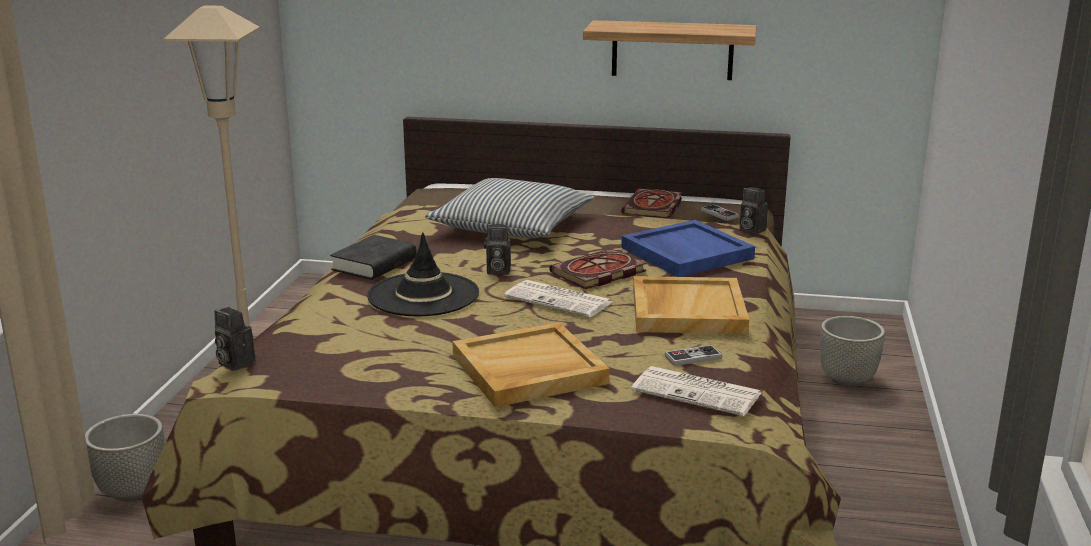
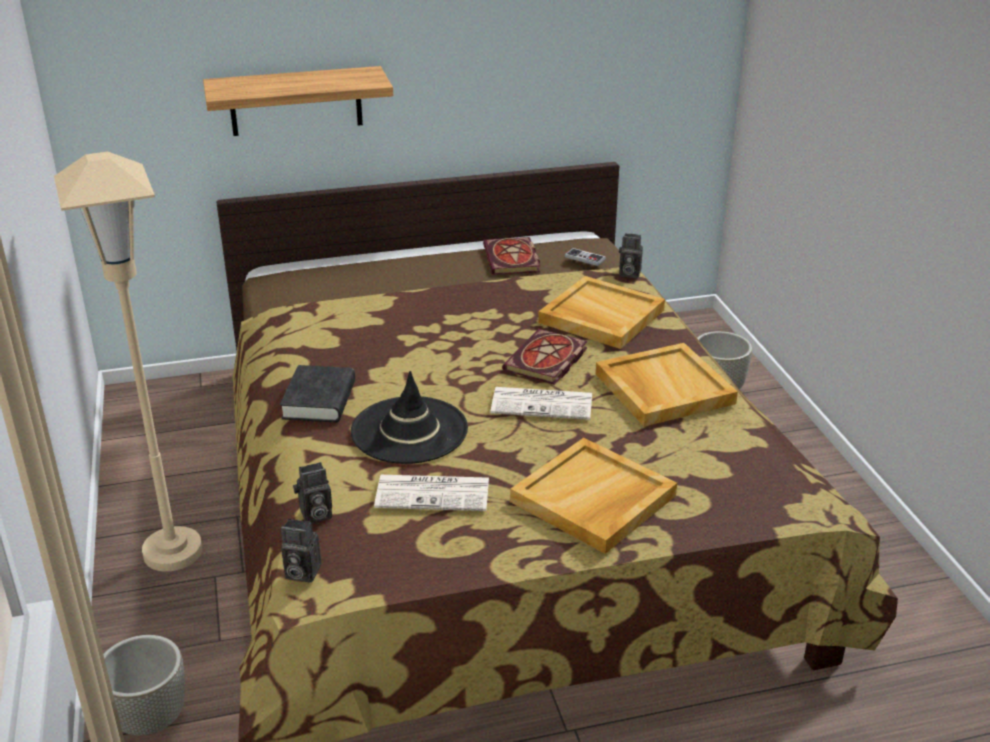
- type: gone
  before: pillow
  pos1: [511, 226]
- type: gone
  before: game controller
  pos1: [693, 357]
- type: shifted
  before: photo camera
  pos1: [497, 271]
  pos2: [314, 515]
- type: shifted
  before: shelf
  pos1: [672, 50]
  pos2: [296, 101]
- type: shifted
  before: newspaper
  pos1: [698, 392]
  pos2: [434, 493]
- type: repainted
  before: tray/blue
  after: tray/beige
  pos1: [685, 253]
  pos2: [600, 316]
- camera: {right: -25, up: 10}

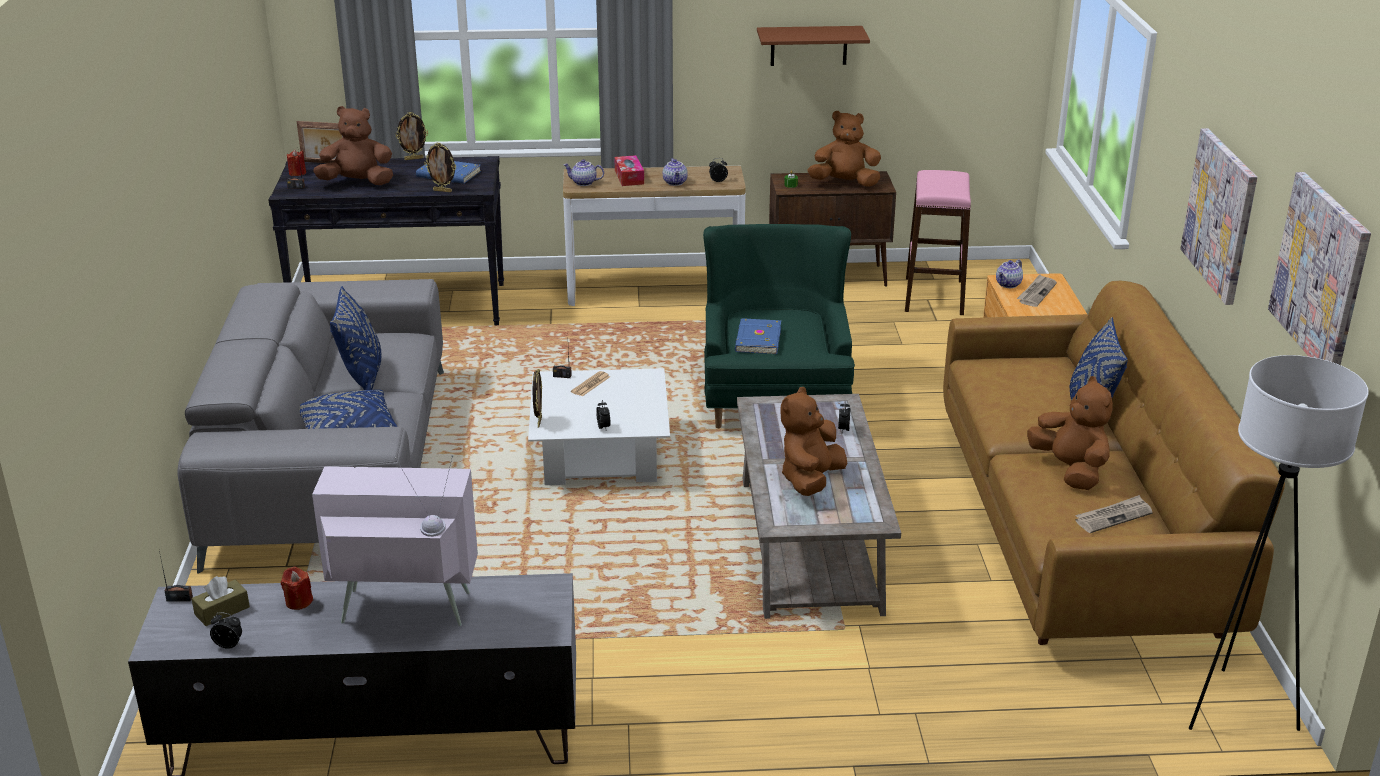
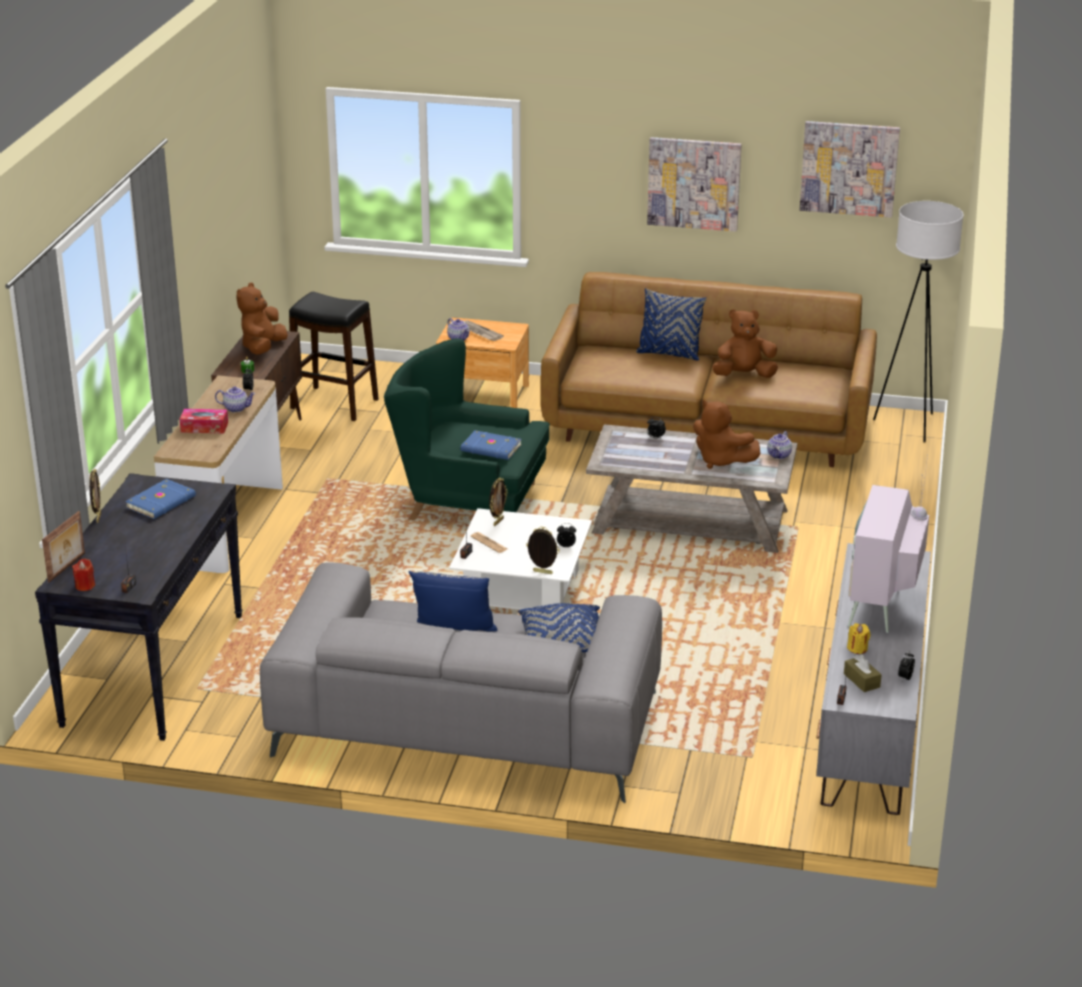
- type: gone
  before: plush toy/brown
  pos1: [357, 183]
- type: gone
  before: shelf/brown
  pos1: [809, 45]
- type: gone
  before: newspaper
  pos1: [1113, 516]
- type: shifted
  before: picture frame
  pos1: [442, 191]
  pos2: [498, 522]
- type: shifted
  before: teapot
  pos1: [583, 183]
  pos2: [779, 455]
- type: repainted
  before: candle/red
  after: candle/yellow
  pos1: [298, 602]
  pos2: [857, 648]
- type: repainted
  before: stool/pink
  after: stool/black
  pos1: [934, 296]
  pos2: [335, 404]
- camera: {right: -75, up: 0}

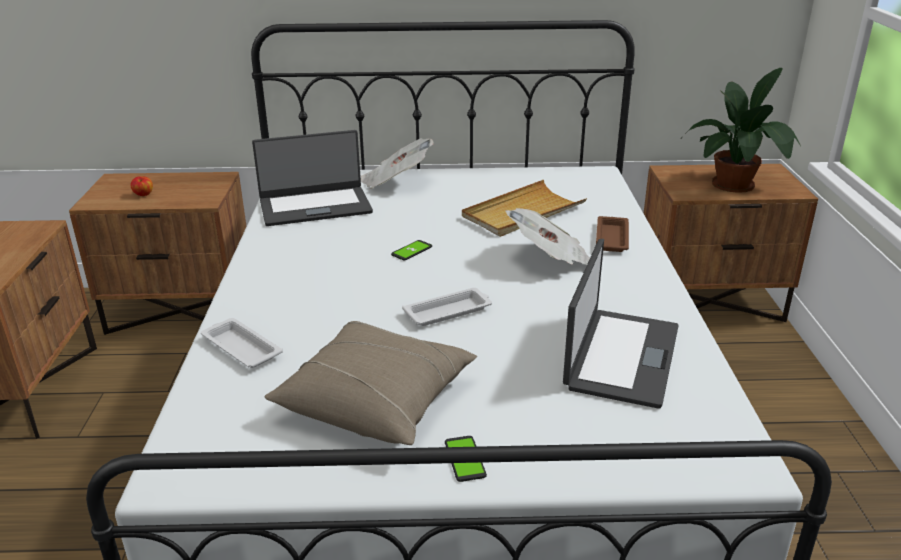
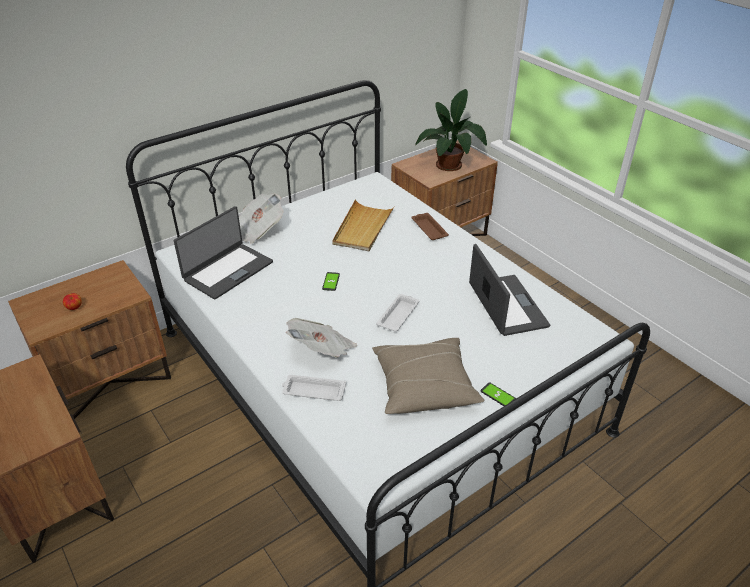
- type: shifted
  before: newspaper
  pos1: [551, 259]
  pos2: [322, 350]
- camera: {right: -35, up: 10}

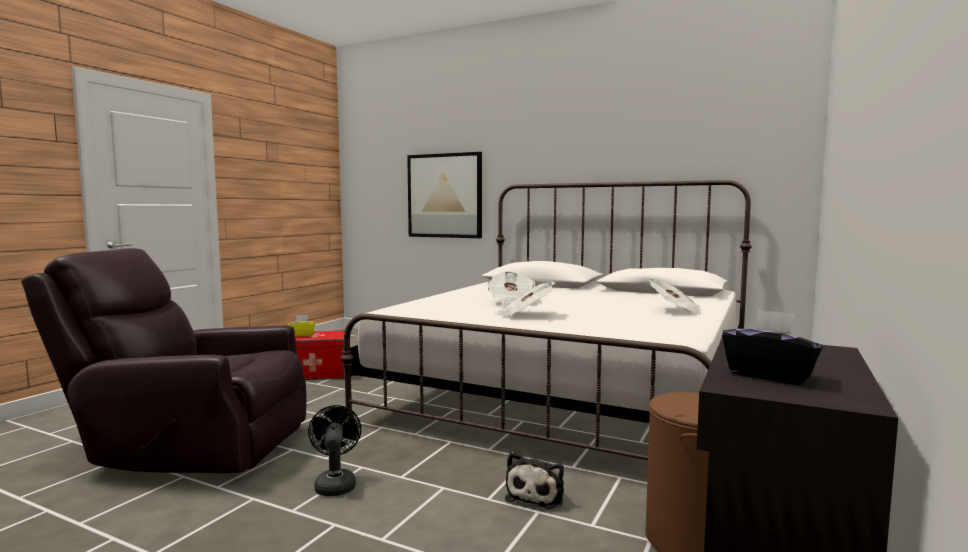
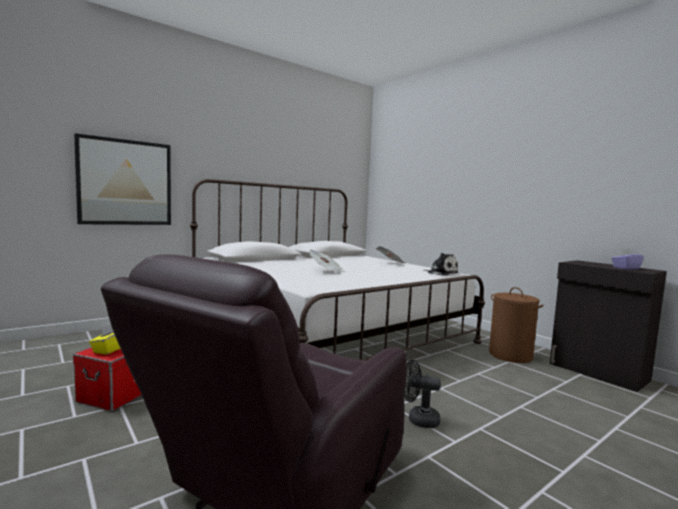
- type: gone
  before: newspaper
  pos1: [524, 315]
- type: shifted
  before: plush toy
  pos1: [537, 494]
  pos2: [441, 273]
- type: repainted
  before: tissue box/black
  after: tissue box/purple
  pos1: [769, 375]
  pos2: [625, 268]
- camera: {right: -65, up: 0}

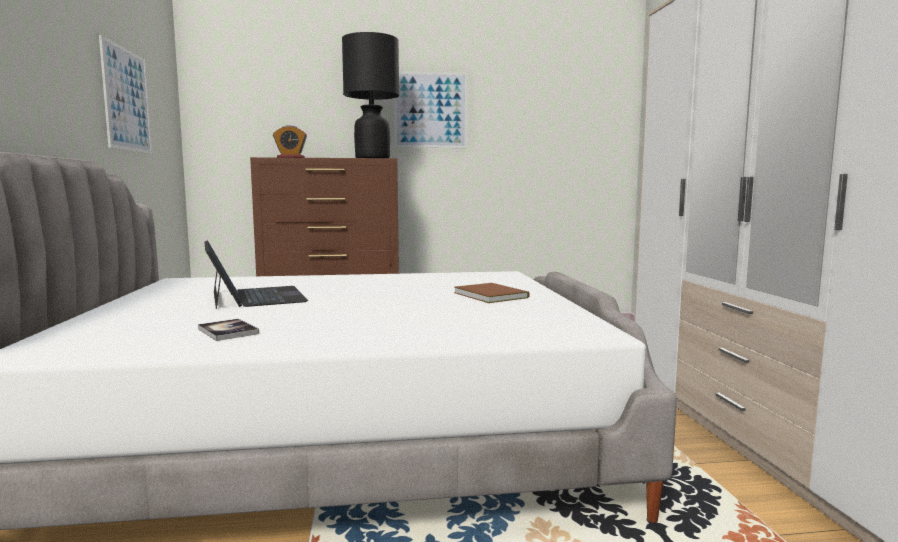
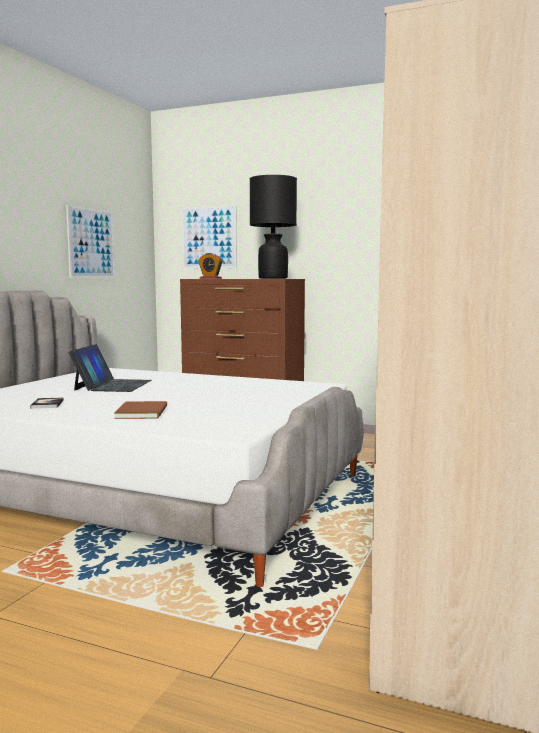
- type: shifted
  before: picture
  pos1: [430, 110]
  pos2: [209, 237]
- type: shifted
  before: book/brown
  pos1: [491, 294]
  pos2: [143, 412]
- camera: {right: 30, up: 0}

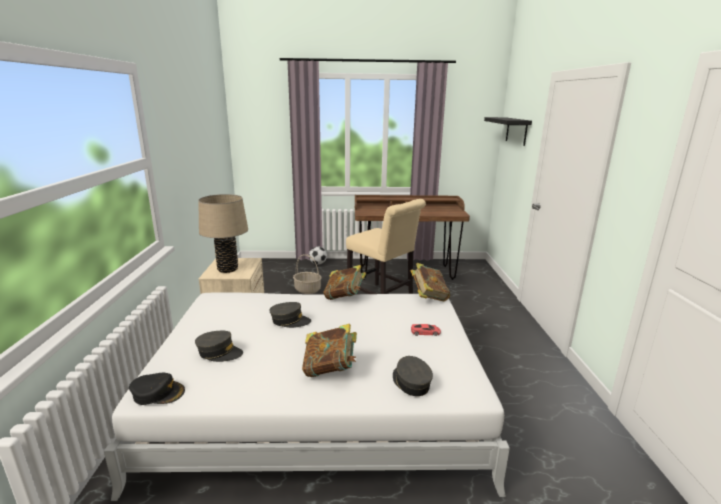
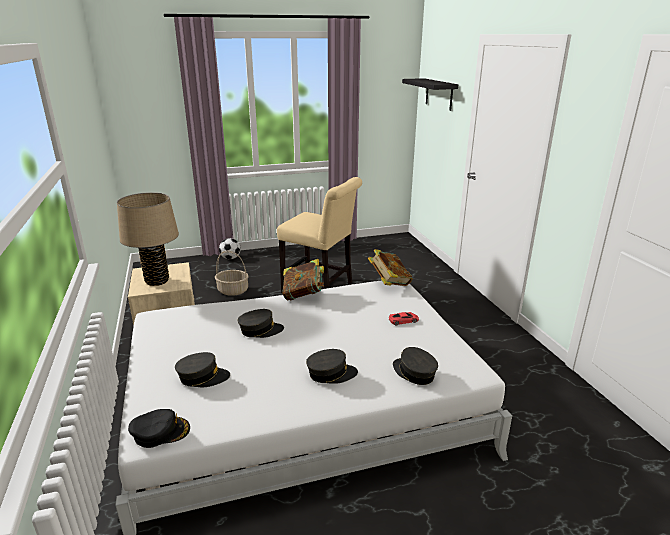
- type: gone
  before: desk/brown
  pos1: [405, 272]
- type: swapped
  before: book
  after: cap/grey
  pos1: [330, 369]
  pos2: [331, 373]
- camera: {right: -15, up: 5}

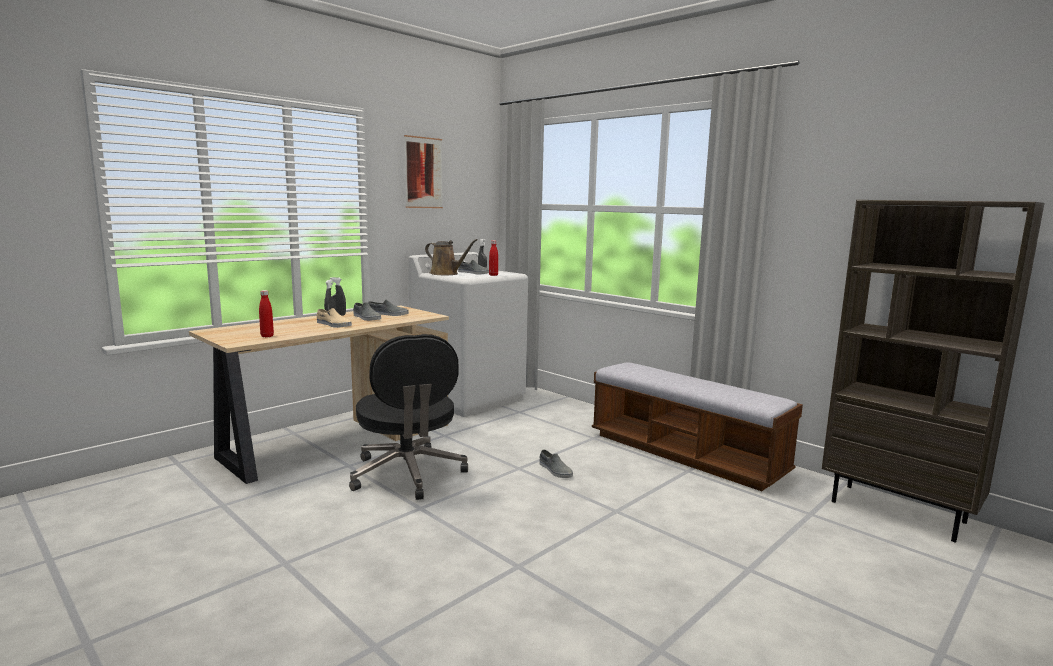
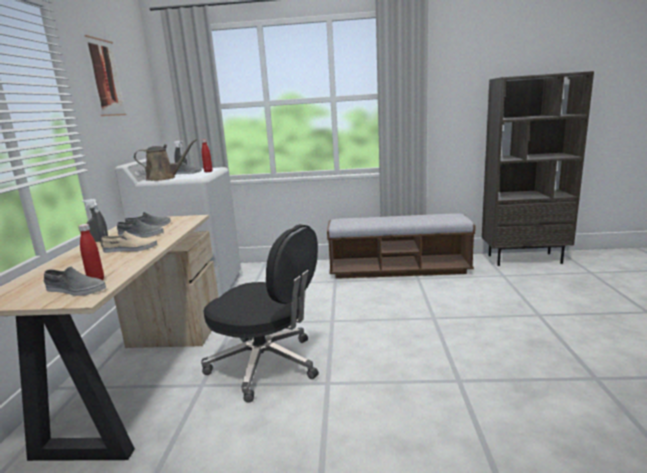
- type: shifted
  before: shoe/grey
  pos1: [555, 470]
  pos2: [75, 290]
- camera: {right: -40, up: 5}

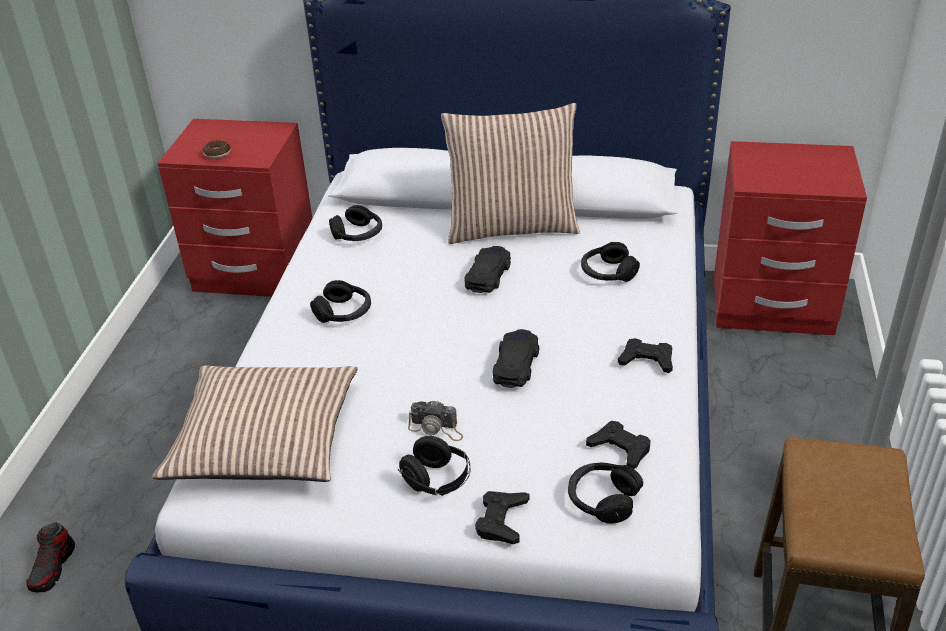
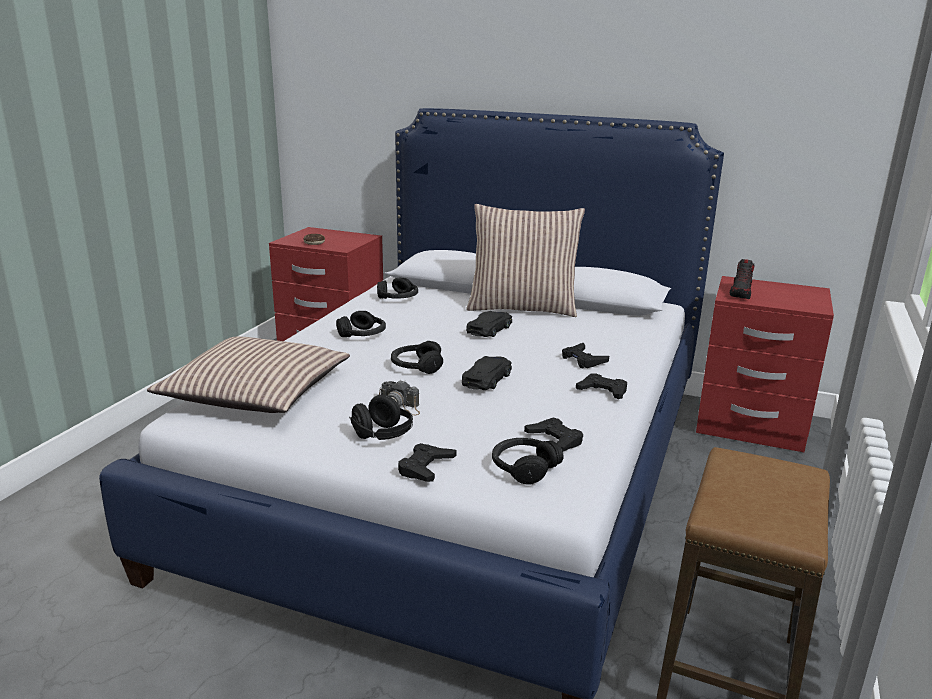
- type: new
  after: game controller/black
  pos2: [583, 360]
- type: shifted
  before: shoe
  pos1: [53, 568]
  pos2: [741, 293]
- type: shifted
  before: headphones/black
  pos1: [607, 272]
  pos2: [416, 366]
- camera: {right: 10, up: -15}

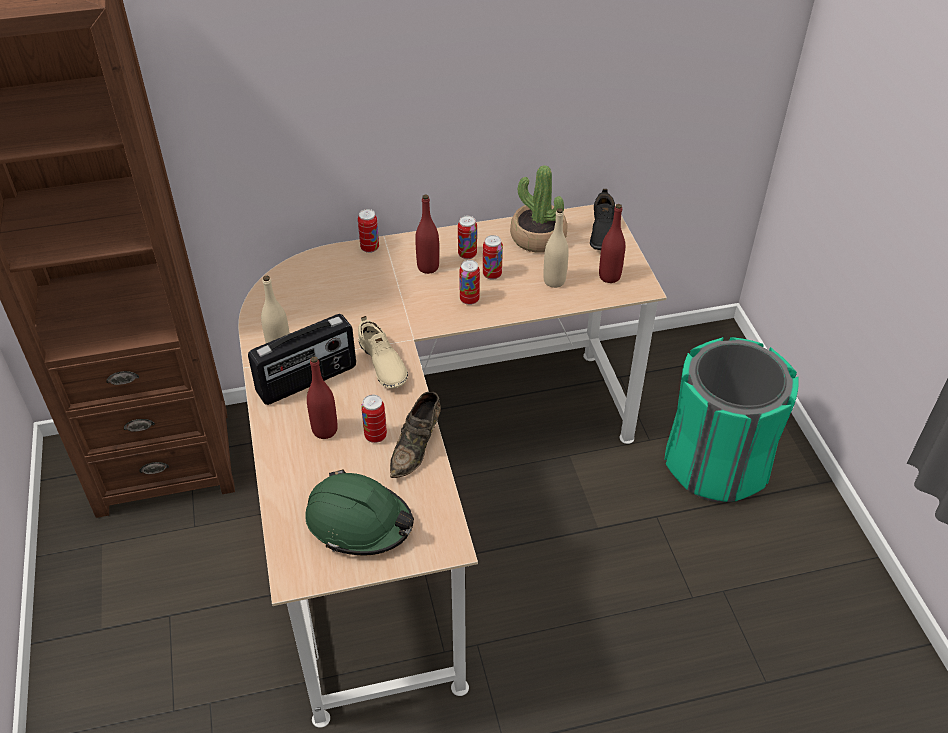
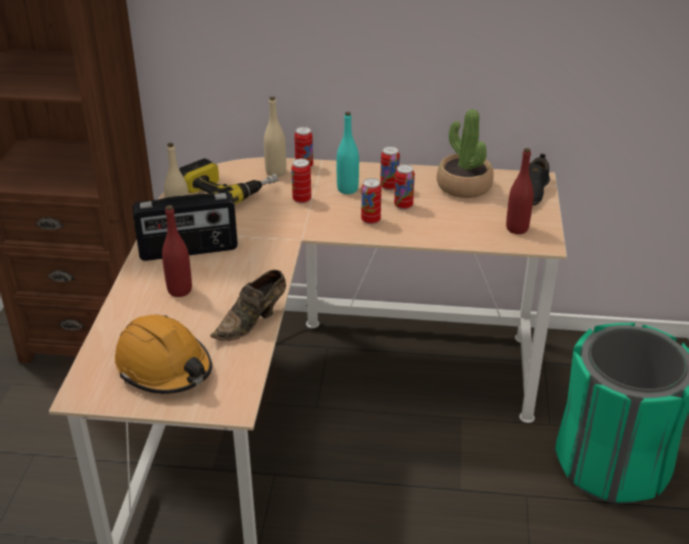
- type: gone
  before: shoe/beige
  pos1: [382, 364]
- type: new
  after: power drill
  pos2: [227, 191]
- type: shifted
  before: can
  pos1: [375, 436]
  pos2: [301, 199]
- type: shifted
  before: bottle/beige
  pos1: [554, 281]
  pos2: [276, 172]
- type: repainted
  before: hard hat/green
  after: hard hat/orange
  pos1: [359, 522]
  pos2: [164, 367]
- type: repainted
  before: bottle/red
  after: bottle/turquoise
  pos1: [428, 267]
  pos2: [347, 189]
- camera: {right: 20, up: -10}

